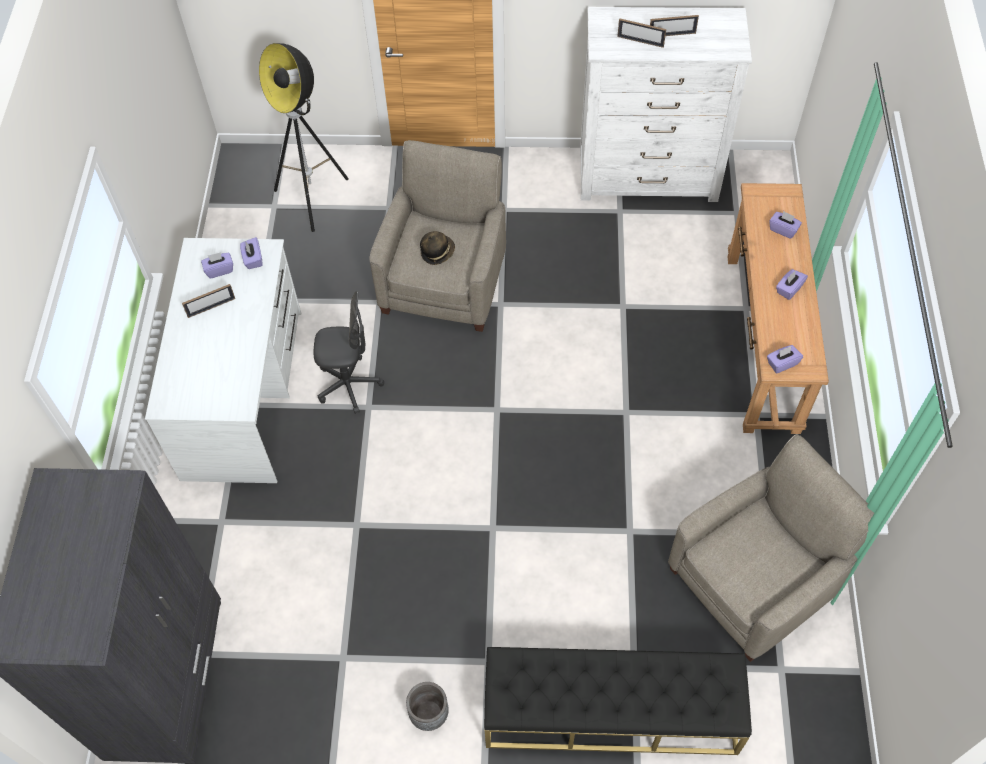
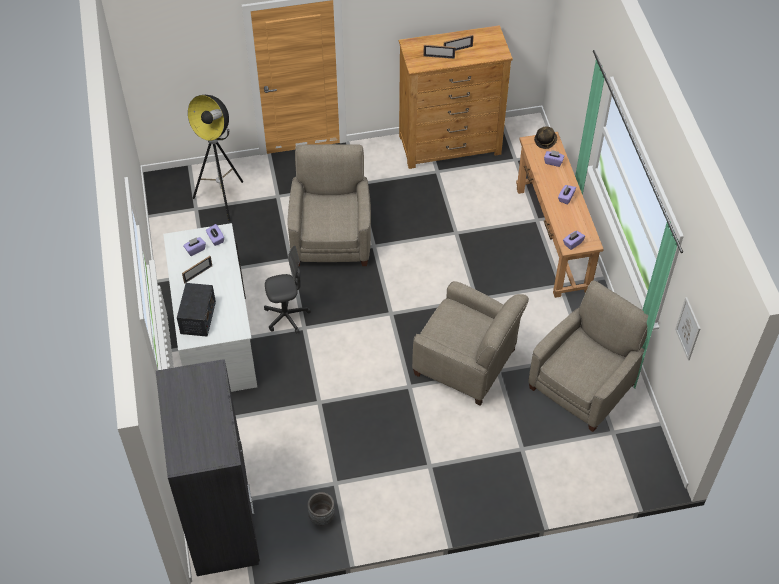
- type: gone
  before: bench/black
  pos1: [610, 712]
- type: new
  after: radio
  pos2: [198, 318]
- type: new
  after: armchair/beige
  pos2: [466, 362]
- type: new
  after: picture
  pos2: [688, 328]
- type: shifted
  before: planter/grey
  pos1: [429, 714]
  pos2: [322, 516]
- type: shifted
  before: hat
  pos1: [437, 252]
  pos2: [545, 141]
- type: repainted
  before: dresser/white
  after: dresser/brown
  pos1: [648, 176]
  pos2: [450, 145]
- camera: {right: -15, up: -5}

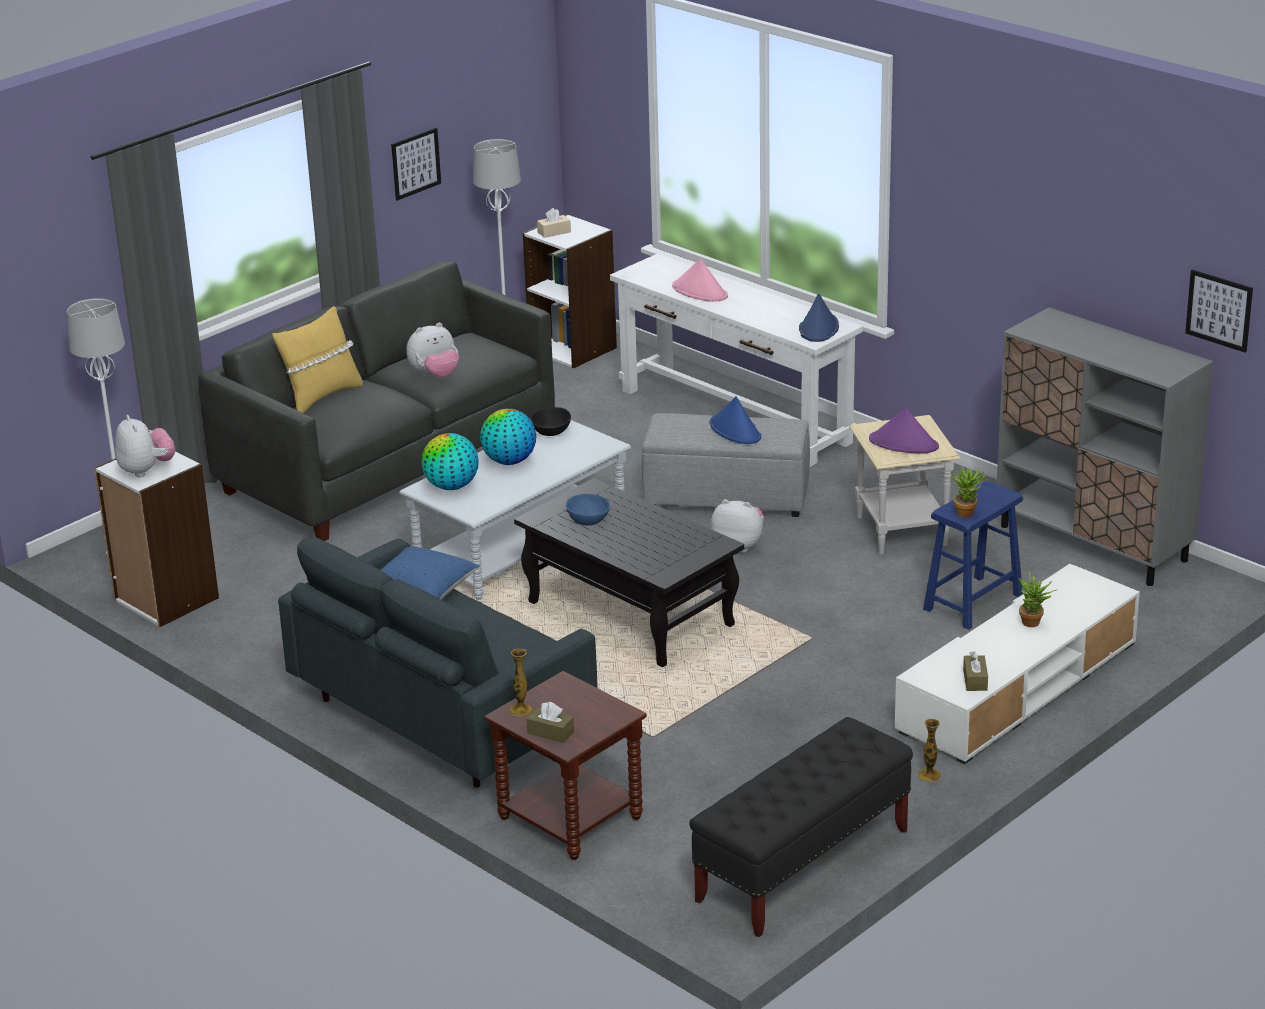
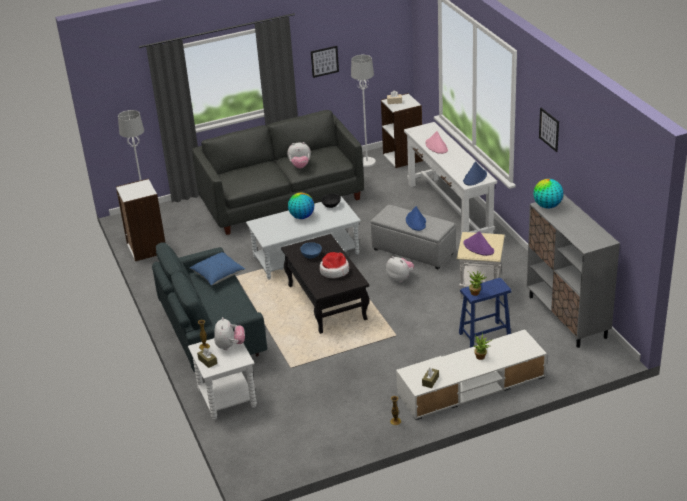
- type: gone
  before: pillow/yellow
  pos1: [321, 397]
- type: gone
  before: bench/black
  pos1: [802, 866]
- type: new
  after: hat
  pos2: [334, 271]
- type: shifted
  before: plush toy
  pos1: [146, 470]
  pos2: [230, 346]
- type: shifted
  before: globe
  pos1: [451, 486]
  pos2: [547, 206]
- type: shifted
  before: picture
  pos1: [1219, 310]
  pos2: [549, 129]
- type: repainted
  before: side table/brown
  after: side table/white
  pos1: [569, 818]
  pos2: [226, 399]
- camera: {right: 25, up: 5}

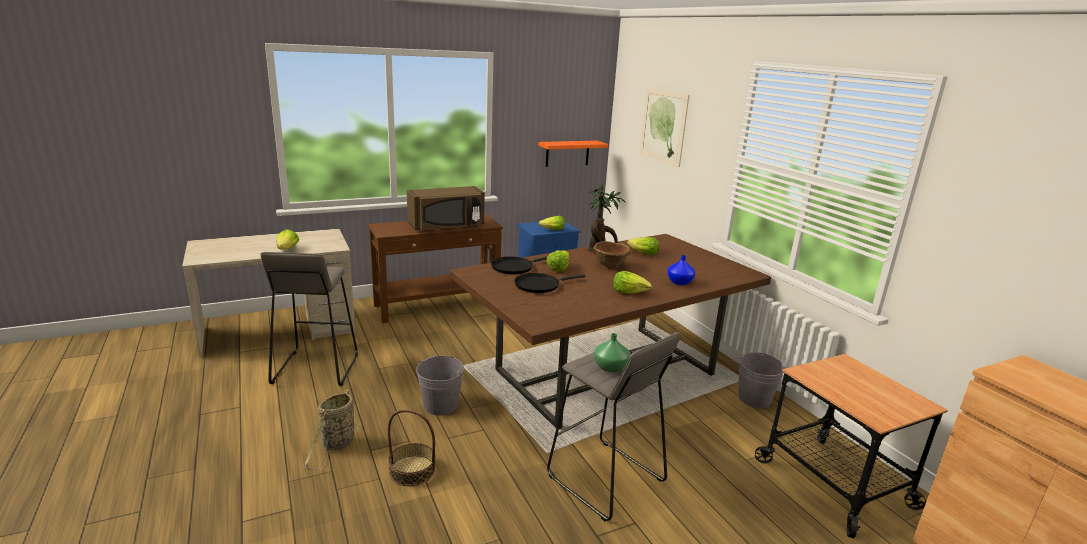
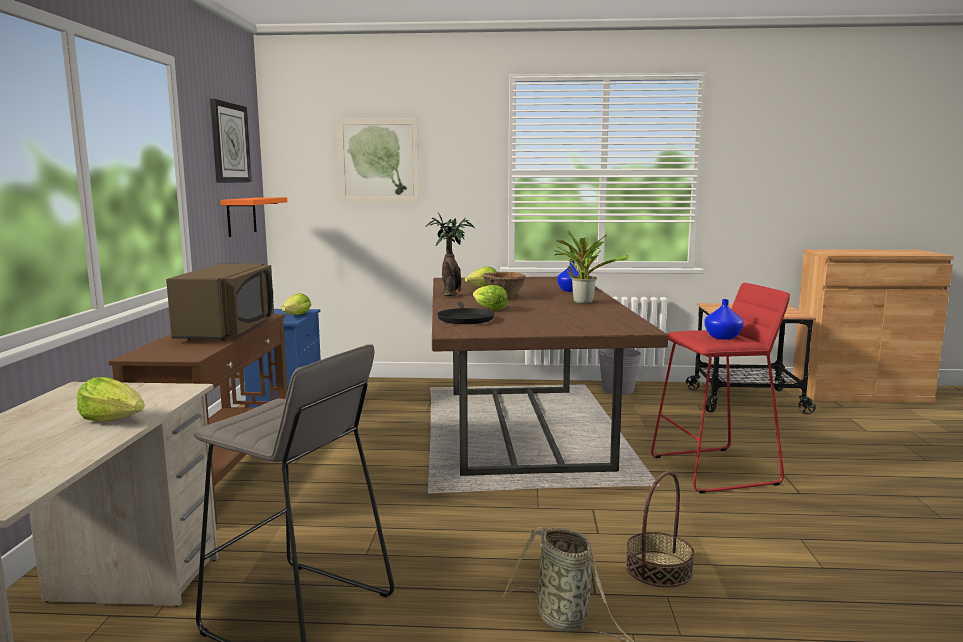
- type: gone
  before: bucket/grey
  pos1: [440, 405]
- type: gone
  before: frying pan/black
  pos1: [539, 285]
- type: new
  after: wall clock
  pos2: [229, 143]
- type: swapped
  before: lettuce
  after: potted plant
  pos1: [629, 292]
  pos2: [582, 302]
- type: repainted
  before: stool/grey
  after: stool/red
  pos1: [605, 479]
  pos2: [714, 470]
- type: repainted
  before: vase/green
  after: vase/blue
  pos1: [610, 367]
  pos2: [722, 337]
- camera: {right: -60, up: -10}

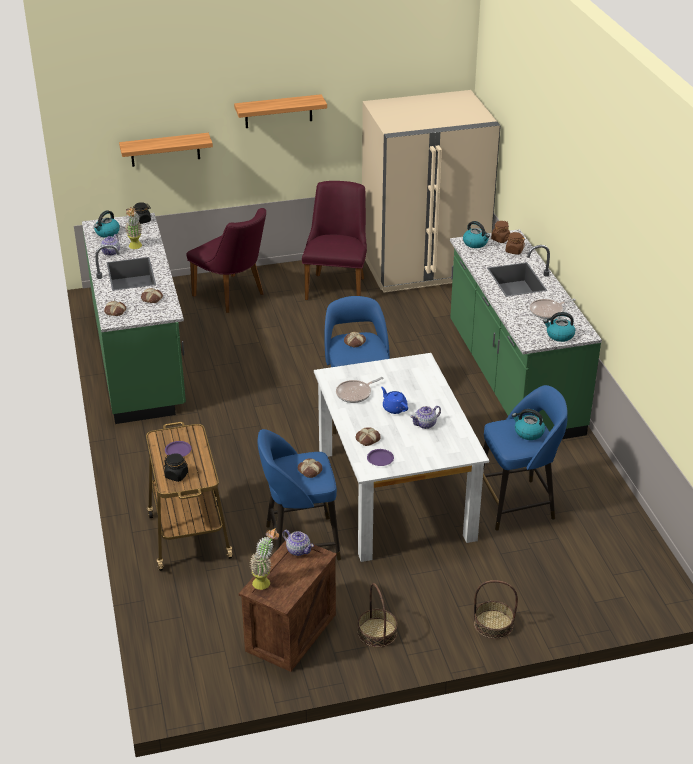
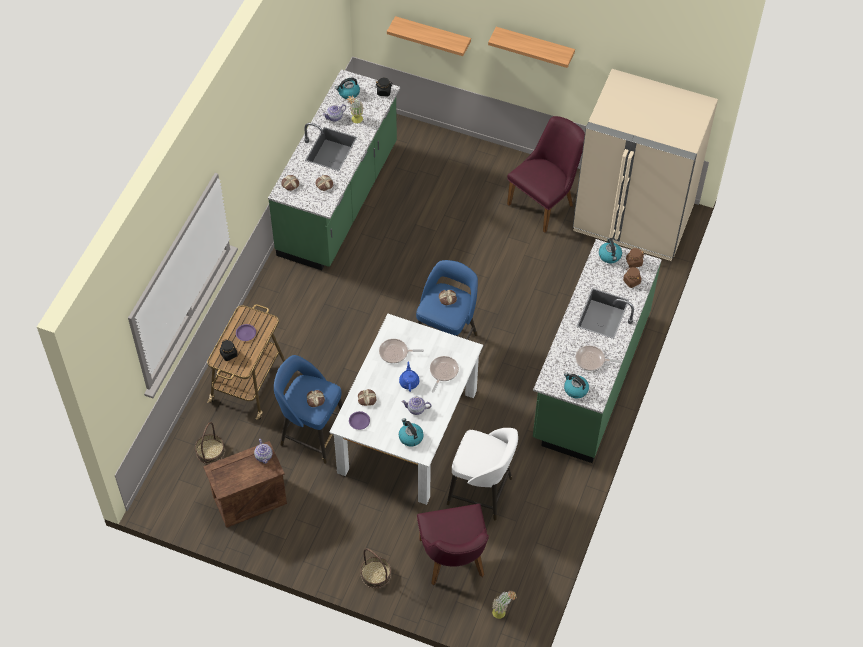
- type: new
  after: frying pan
  pos2: [443, 372]
- type: shifted
  before: chair/purple
  pos1: [233, 296]
  pos2: [454, 563]
- type: shifted
  before: potted plant
  pos1: [265, 581]
  pos2: [502, 612]
- type: shifted
  before: basket
  pos1: [377, 632]
  pos2: [210, 451]
- type: shifted
  before: kettle
  pos1: [528, 432]
  pos2: [410, 437]
- type: repainted
  before: stool/blue
  after: stool/white
  pos1: [517, 504]
  pos2: [482, 492]
- camera: {right: 35, up: 20}

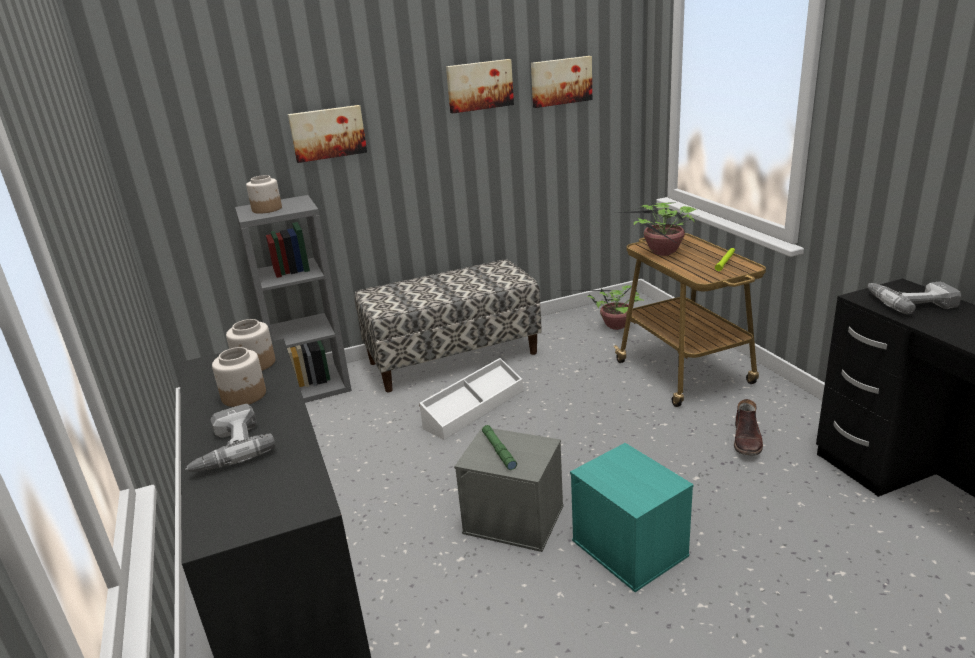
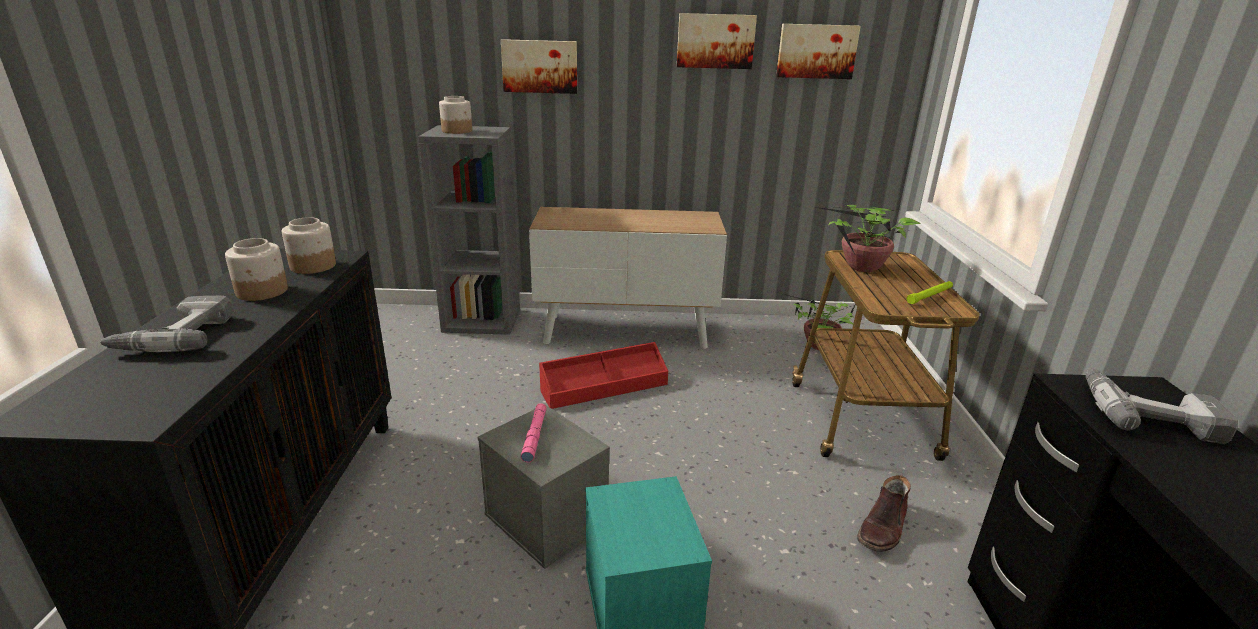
- type: swapped
  before: bench
  after: cabinet
  pos1: [453, 358]
  pos2: [626, 331]
- type: repainted
  before: storage box/white
  after: storage box/red
  pos1: [473, 408]
  pos2: [604, 387]
- type: repainted
  before: flashlight/green
  after: flashlight/pink
  pos1: [499, 451]
  pos2: [534, 436]
- camera: {right: 20, up: 0}

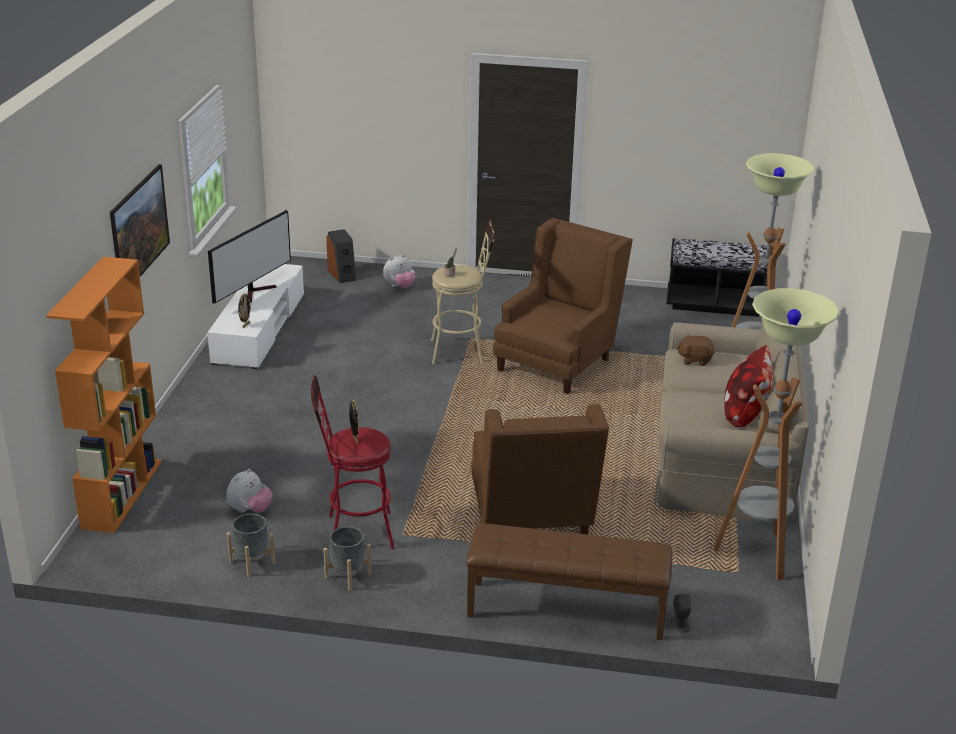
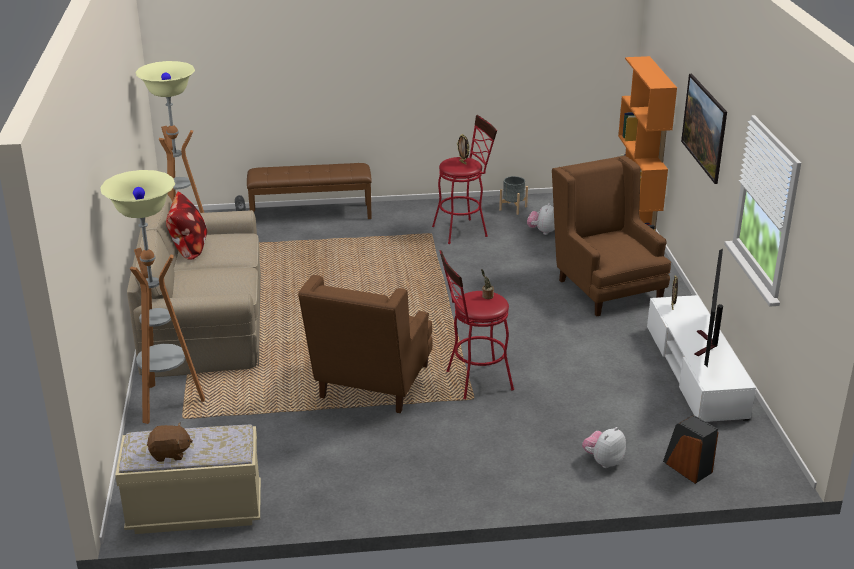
- type: gone
  before: planter/grey
  pos1: [348, 575]
- type: shifted
  before: armchair/brown
  pos1: [532, 524]
  pos2: [604, 286]
- type: shifted
  before: plush toy/brown
  pos1: [695, 360]
  pos2: [170, 453]
- type: repainted
  before: stool/beige
  after: stool/red
  pos1: [462, 351]
  pos2: [473, 381]
- type: repainted
  before: bench/black
  after: bench/beige
  pos1: [715, 304]
  pos2: [195, 511]
- camera: {right: 165, up: 0}

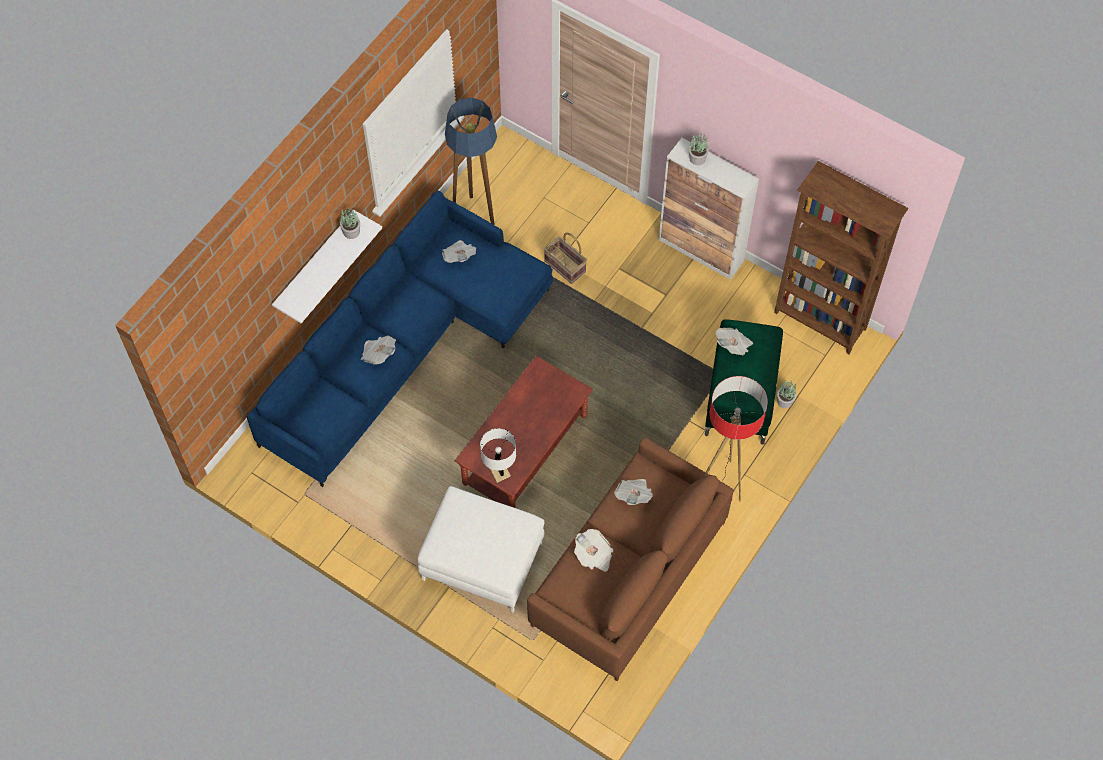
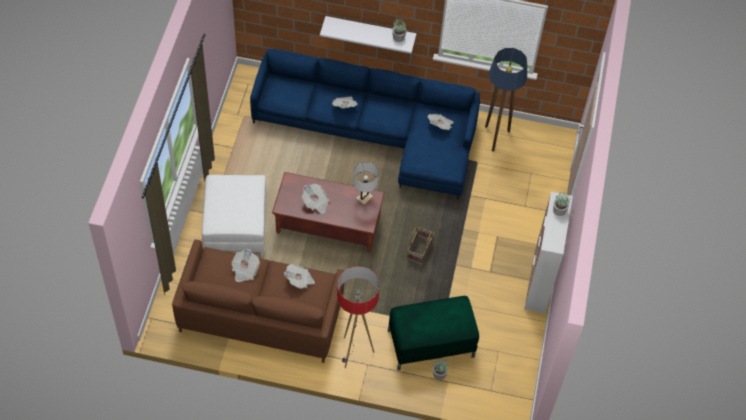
- type: gone
  before: bookcase/brown
  pos1: [820, 321]
- type: shifted
  before: table lamp/white
  pos1: [499, 471]
  pos2: [364, 198]
- type: shifted
  before: basket
  pos1: [565, 266]
  pos2: [420, 251]
- type: shifted
  before: newspaper
  pos1: [733, 346]
  pos2: [315, 203]
- camera: {right: 65, up: -5}

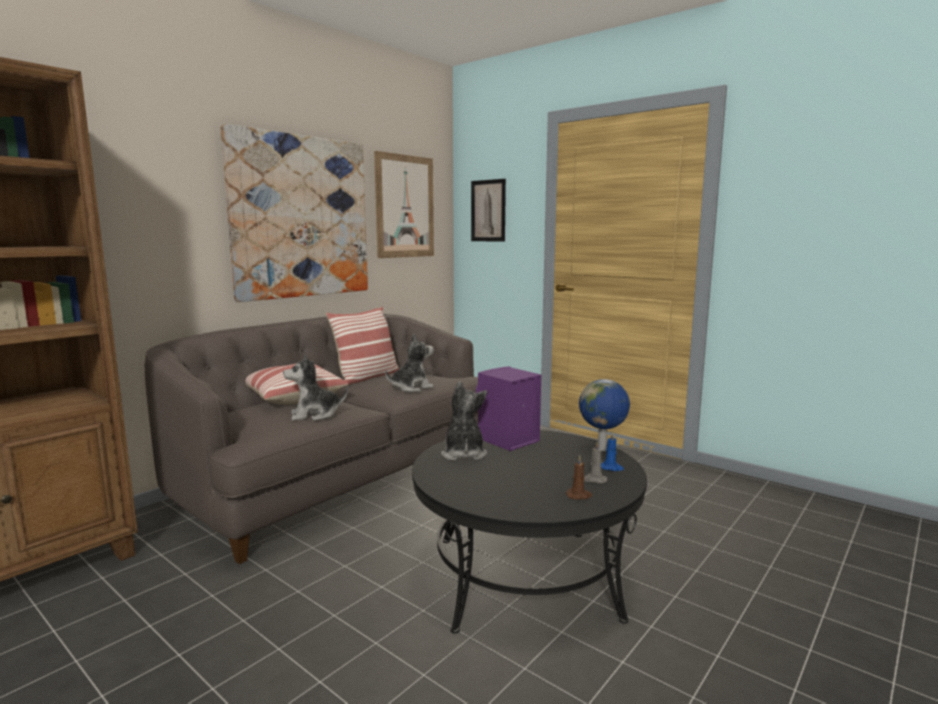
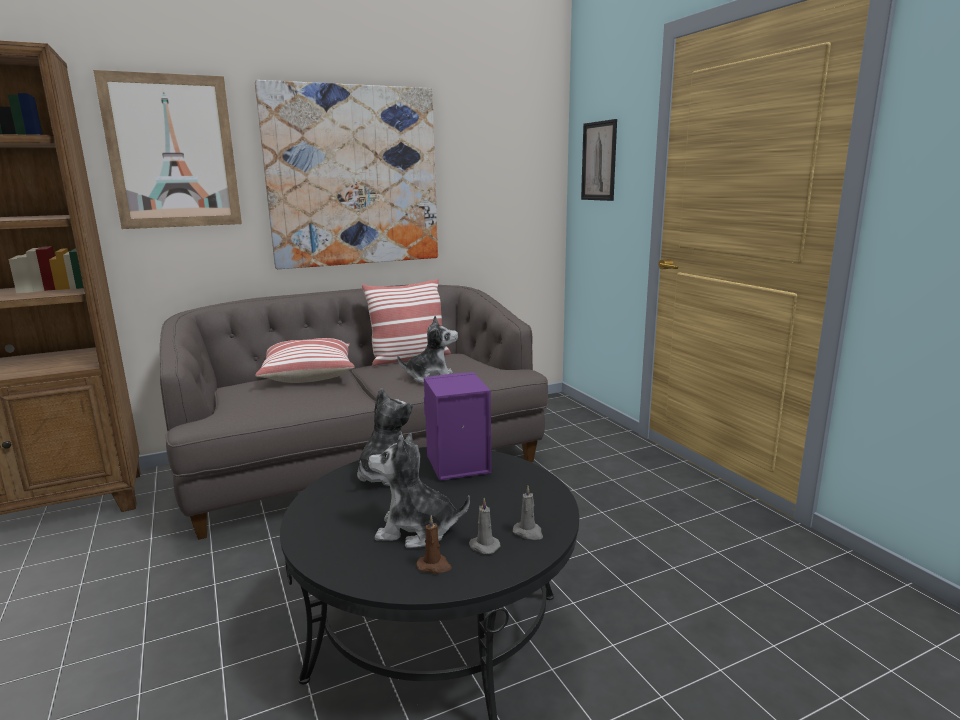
- type: gone
  before: globe
  pos1: [602, 450]
- type: shifted
  before: plush toy
  pos1: [315, 415]
  pos2: [416, 530]
- type: shifted
  before: picture
  pos1: [405, 206]
  pos2: [172, 152]
- type: repainted
  before: candle/blue
  after: candle/grey
  pos1: [611, 468]
  pos2: [528, 533]
- camera: {right: 25, up: 5}

